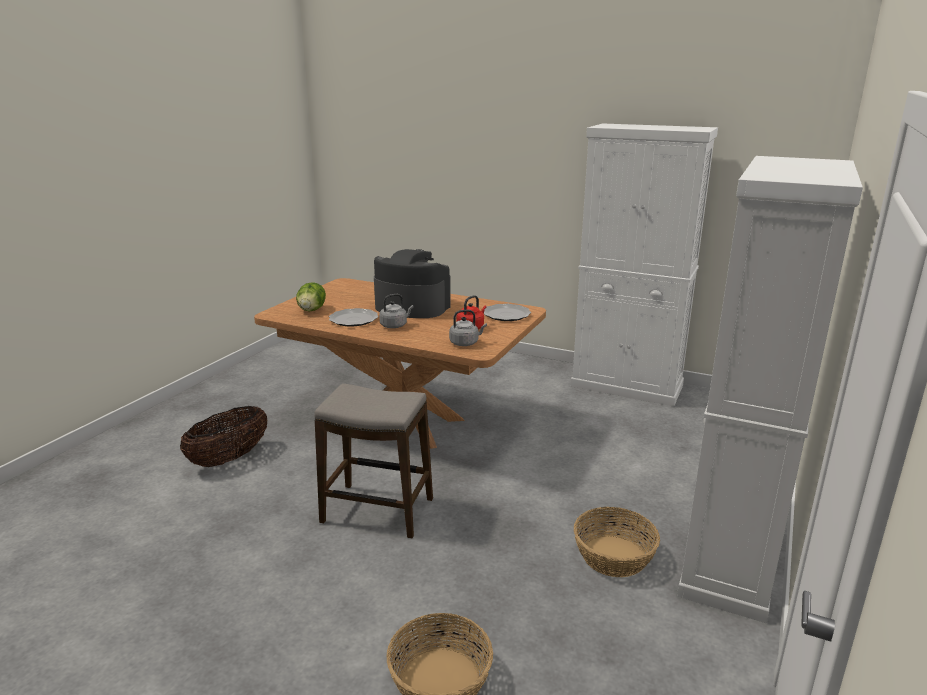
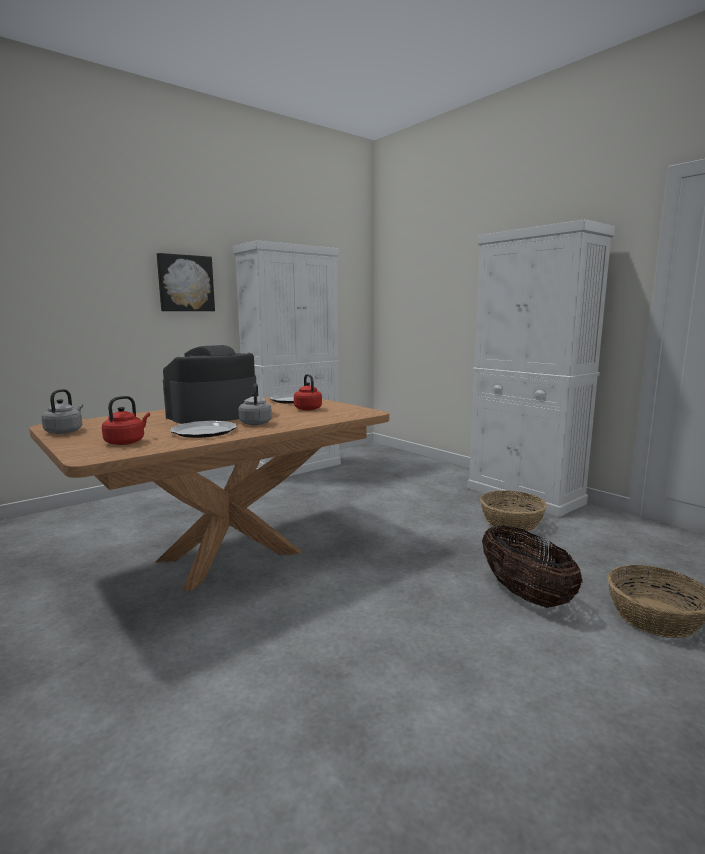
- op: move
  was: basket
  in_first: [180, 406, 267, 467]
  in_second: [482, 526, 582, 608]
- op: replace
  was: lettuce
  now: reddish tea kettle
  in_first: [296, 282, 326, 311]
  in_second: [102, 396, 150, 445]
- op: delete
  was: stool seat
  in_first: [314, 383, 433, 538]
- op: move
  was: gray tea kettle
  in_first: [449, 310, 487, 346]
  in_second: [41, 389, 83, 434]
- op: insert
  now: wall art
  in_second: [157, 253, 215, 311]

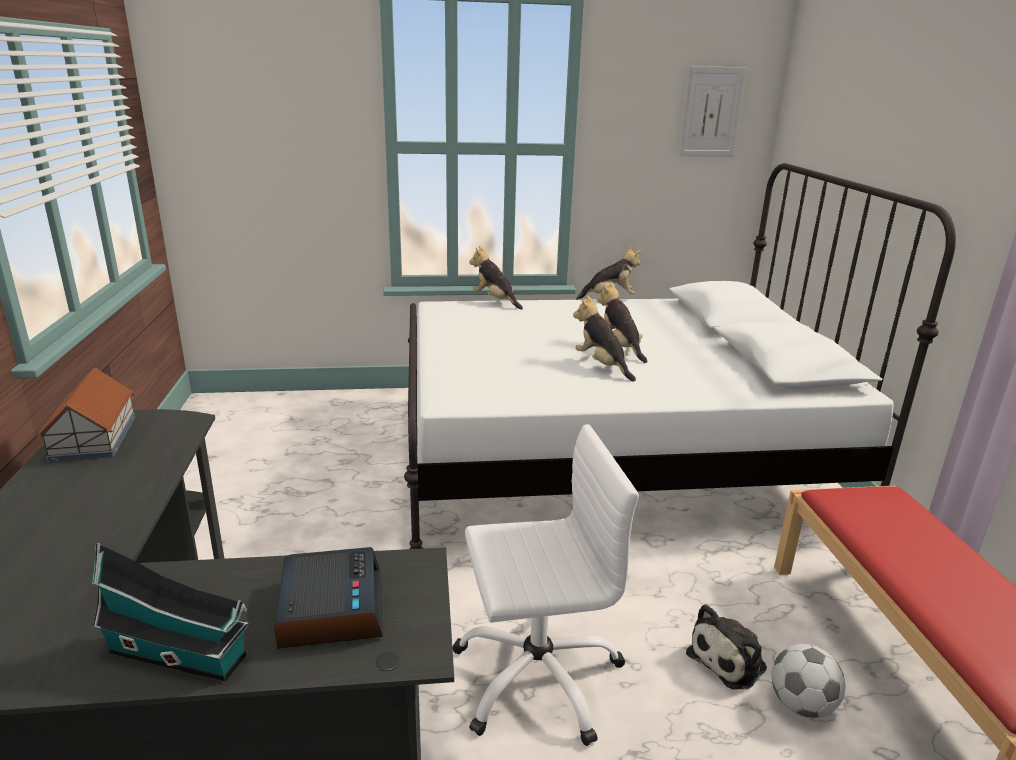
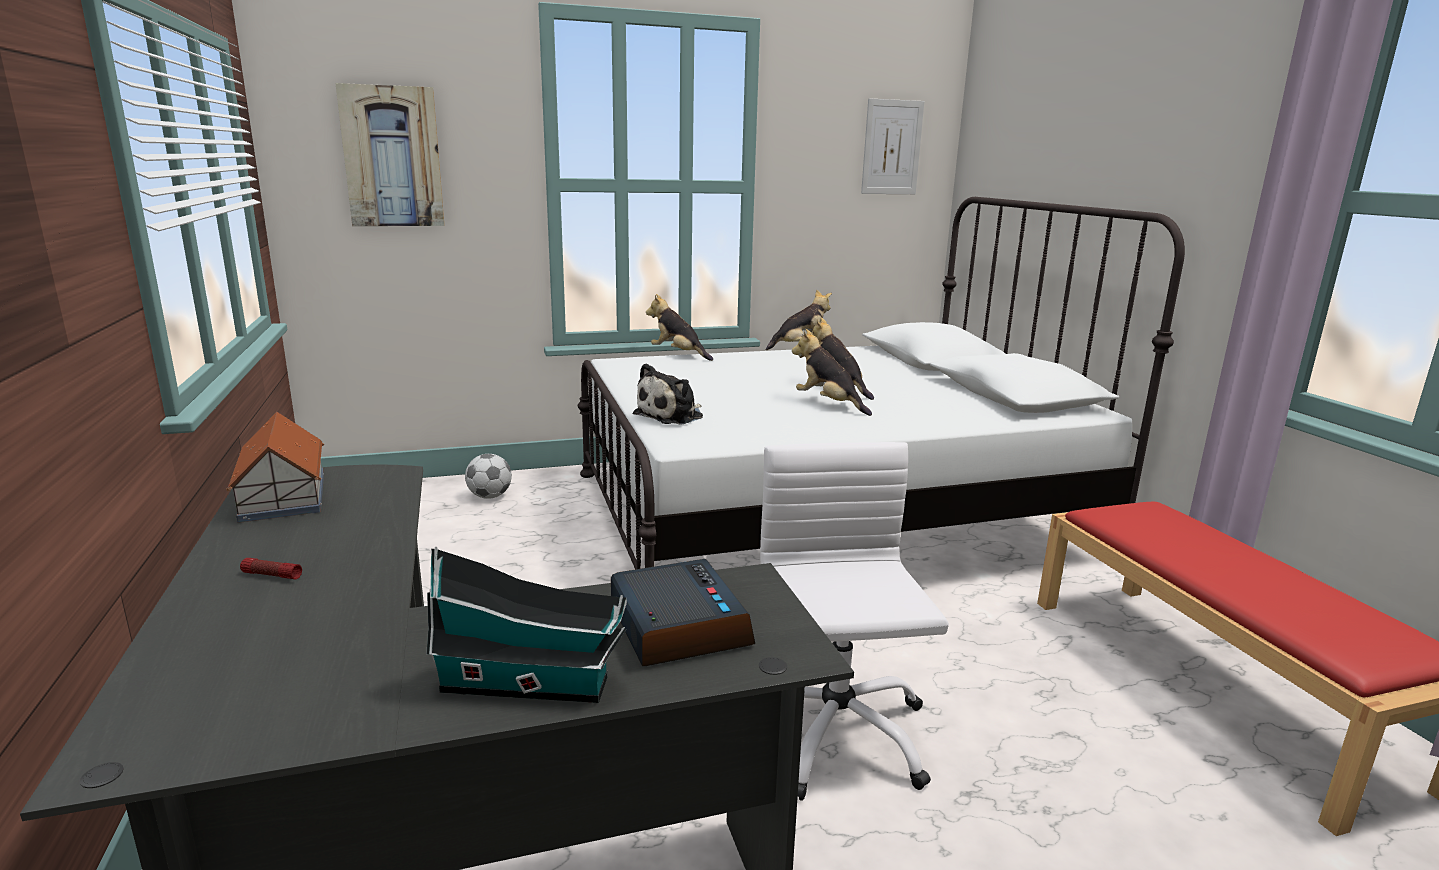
- op: rotate
  was: white-coloured desk chair
  in_first: [452, 424, 639, 746]
  in_second: [760, 442, 949, 801]
  clockwise: -75
- op: move
  was: cuddly toy
  in_first: [686, 604, 767, 690]
  in_second: [633, 363, 703, 425]
- op: move
  was: football
  in_first: [771, 644, 845, 718]
  in_second: [465, 454, 512, 499]
- op: insert
  now: torch
  in_second: [240, 558, 302, 579]
- op: insert
  now: wall art
  in_second: [335, 83, 445, 226]

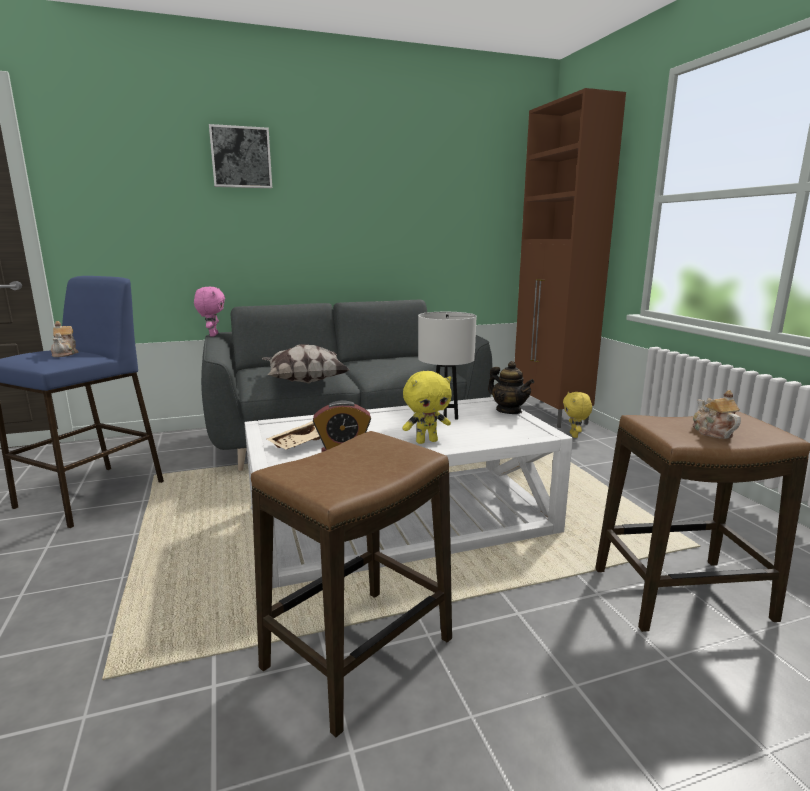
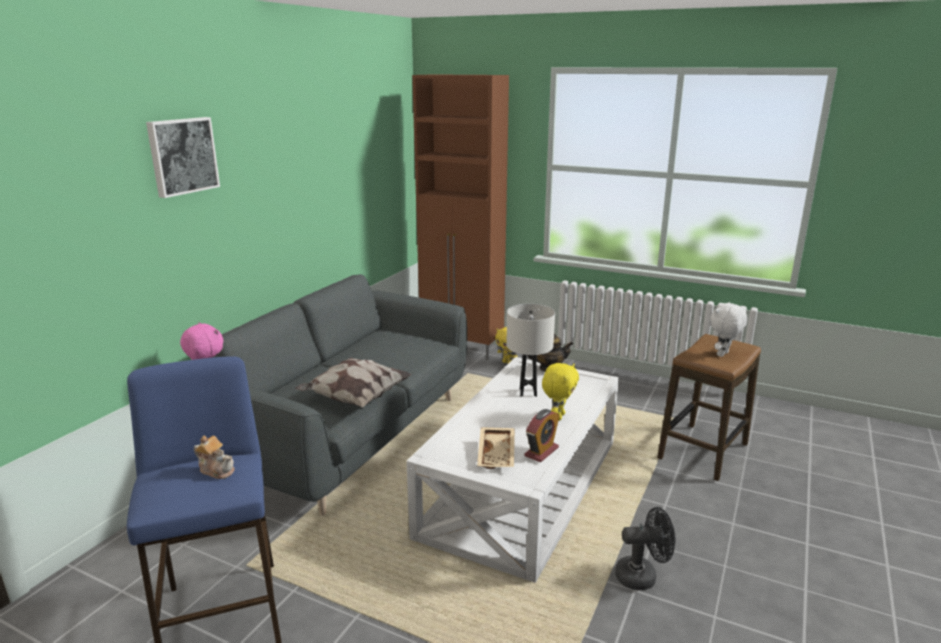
- op: replace
  was: stool seat
  now: blackish cooling fan
  in_first: [251, 431, 452, 737]
  in_second: [615, 507, 675, 590]
- op: replace
  was: tea pot
  now: white-coloured cuddly toy
  in_first: [692, 390, 741, 439]
  in_second: [710, 302, 748, 357]

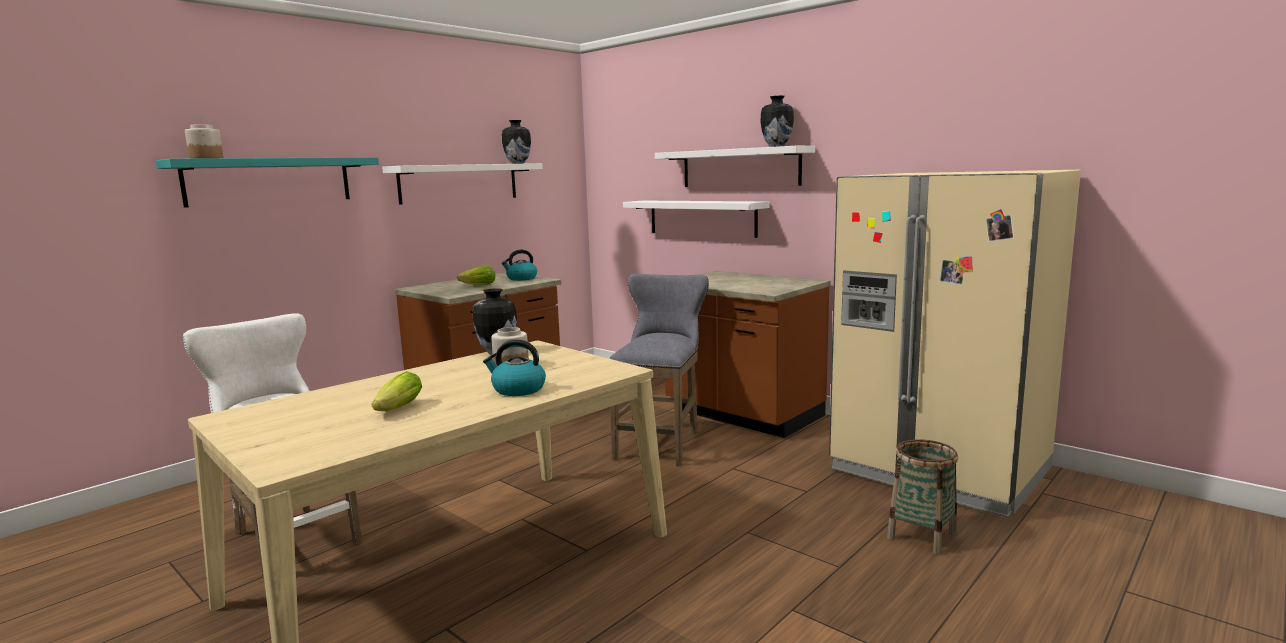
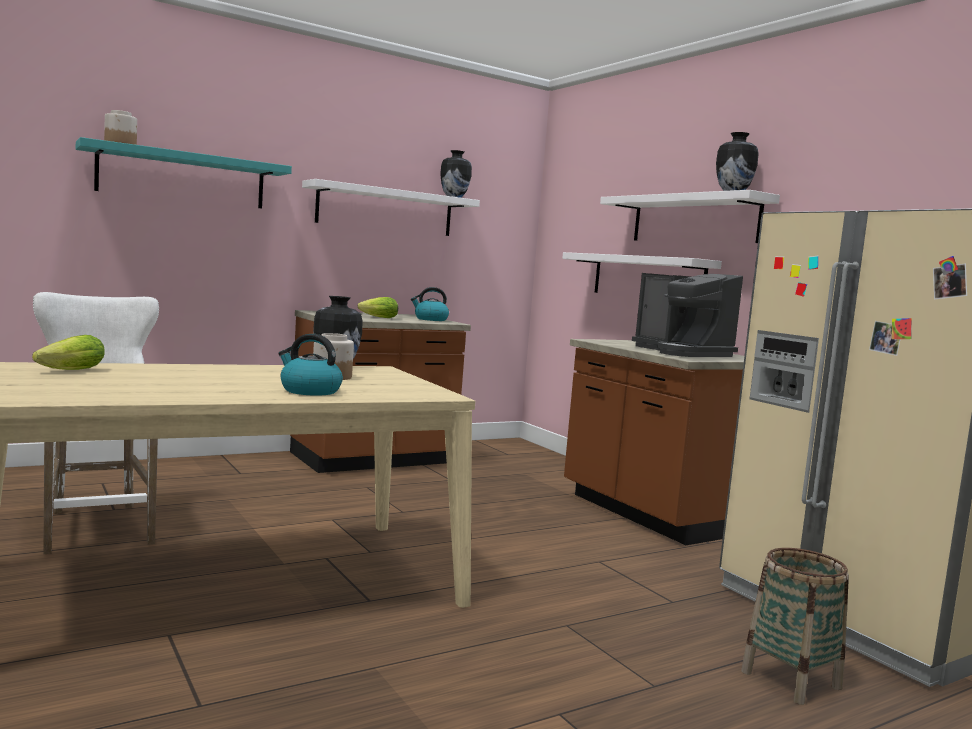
- op: move
  was: lettuce
  in_first: [372, 371, 422, 411]
  in_second: [32, 335, 105, 370]
- op: delete
  was: gray stool seat
  in_first: [609, 274, 709, 467]
- op: insert
  now: coffee machine
  in_second: [632, 273, 743, 357]

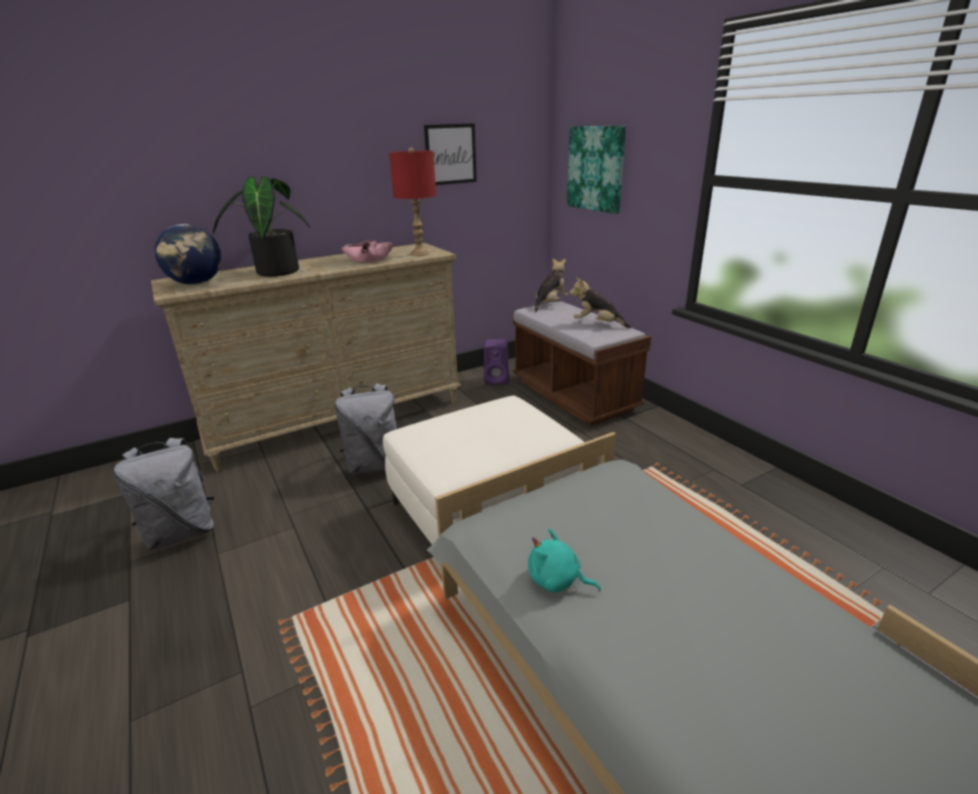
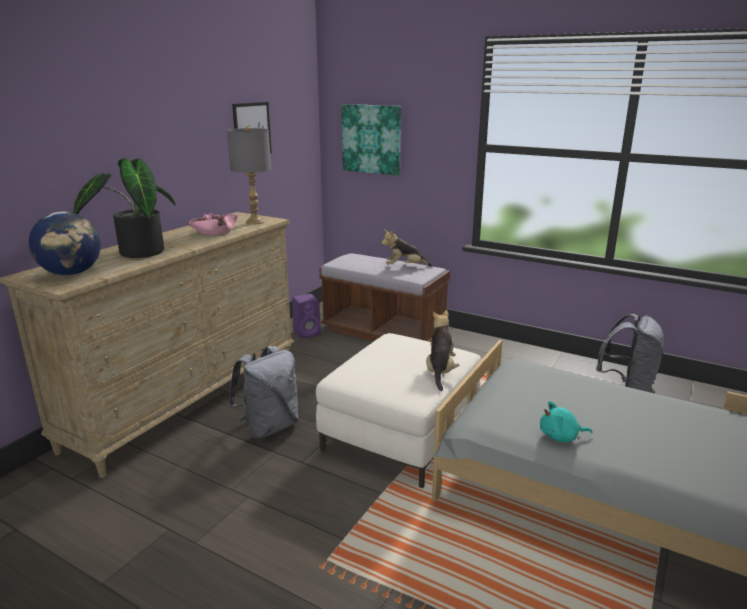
- op: move
  was: gray rucksack
  in_first: [114, 438, 214, 550]
  in_second: [596, 314, 666, 392]
- op: recolor
  was: reddish table lamp
  now: gray table lamp
  in_first: [389, 148, 436, 256]
  in_second: [227, 126, 271, 225]
- op: move
  was: cuddly toy
  in_first: [535, 258, 569, 312]
  in_second: [426, 310, 459, 391]

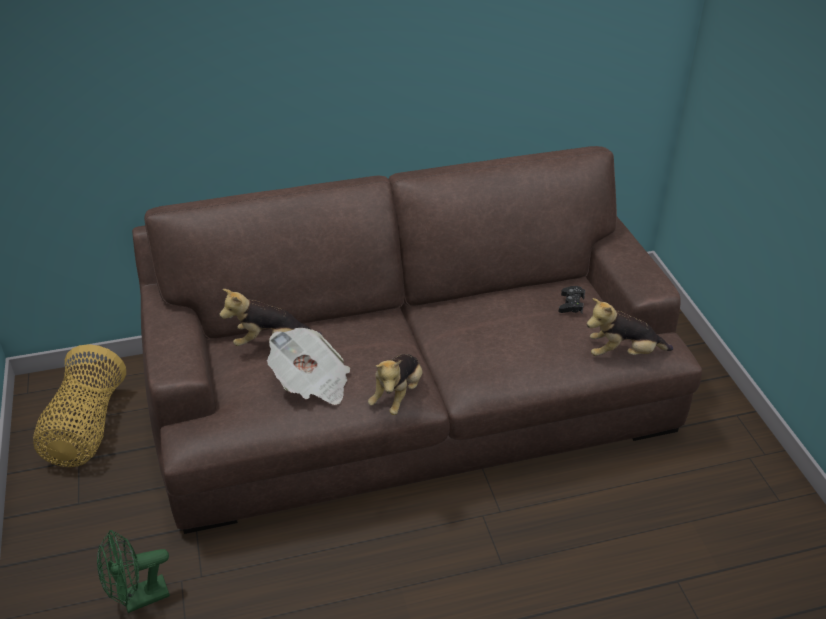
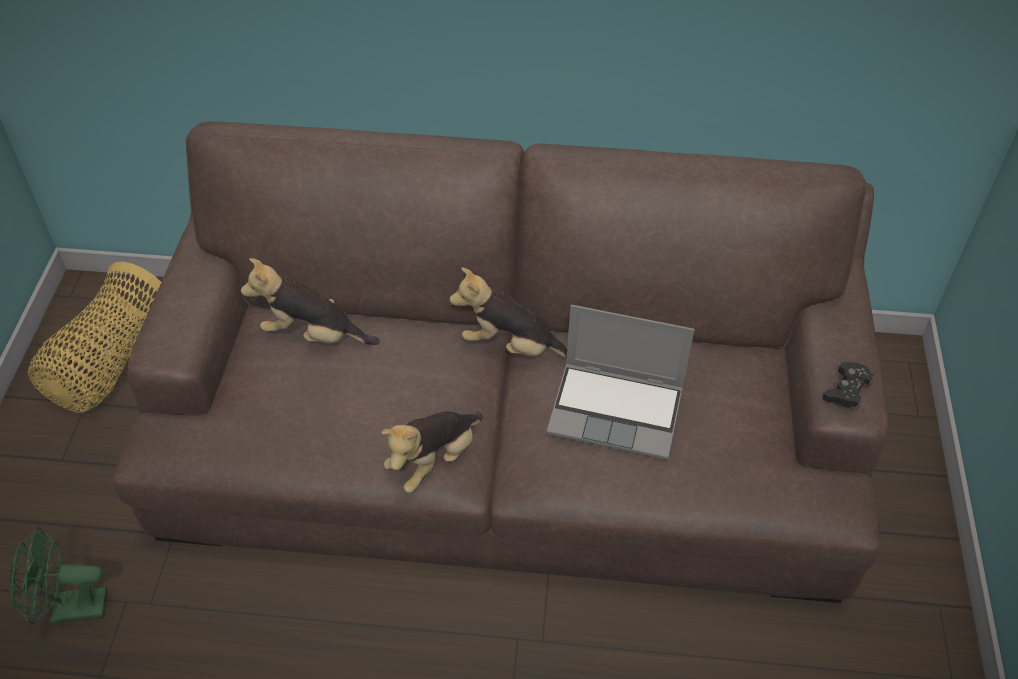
- op: delete
  was: printed paper
  in_first: [267, 328, 350, 405]
- op: move
  was: blackish joypad
  in_first: [558, 286, 585, 313]
  in_second: [822, 362, 874, 412]
- op: move
  was: cuddly toy
  in_first: [586, 298, 673, 356]
  in_second: [450, 268, 567, 358]
- op: insert
  now: portable computer
  in_second: [546, 305, 695, 460]

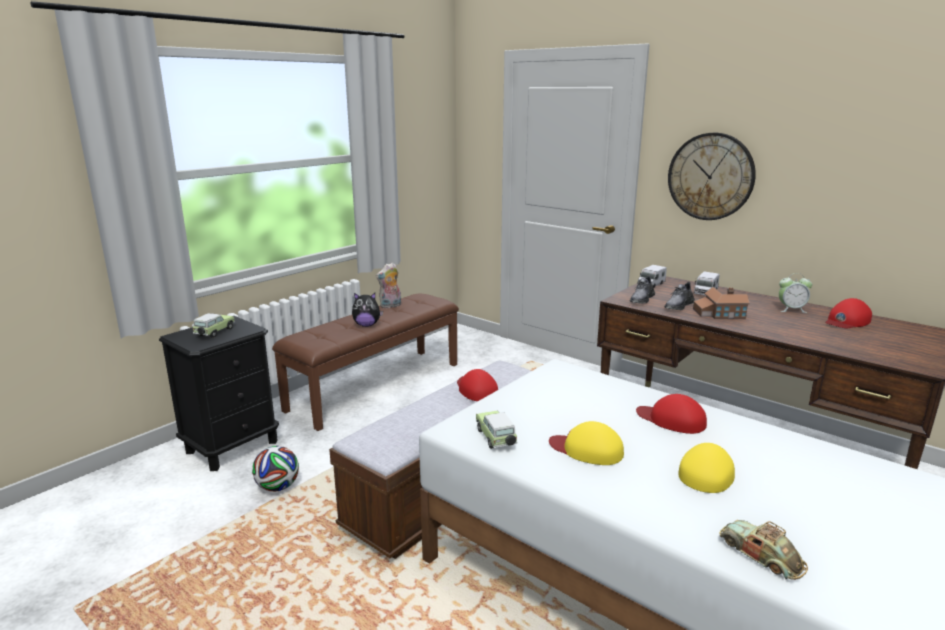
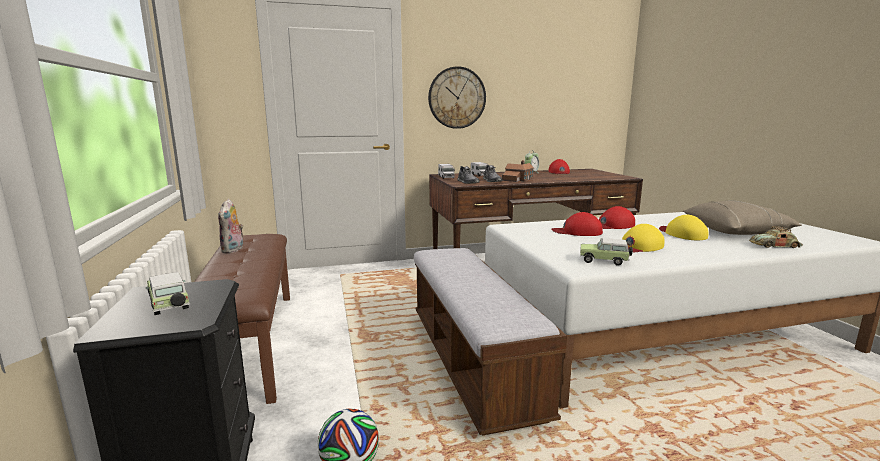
- op: delete
  was: cuddly toy
  in_first: [352, 293, 383, 327]
- op: move
  was: reddish cap
  in_first: [457, 369, 498, 401]
  in_second: [551, 212, 603, 236]
- op: insert
  now: beige-coloured throw pillow
  in_second: [683, 200, 802, 235]

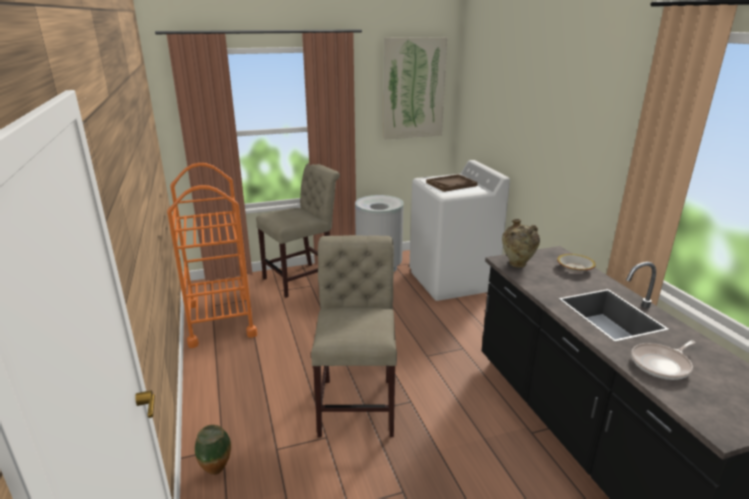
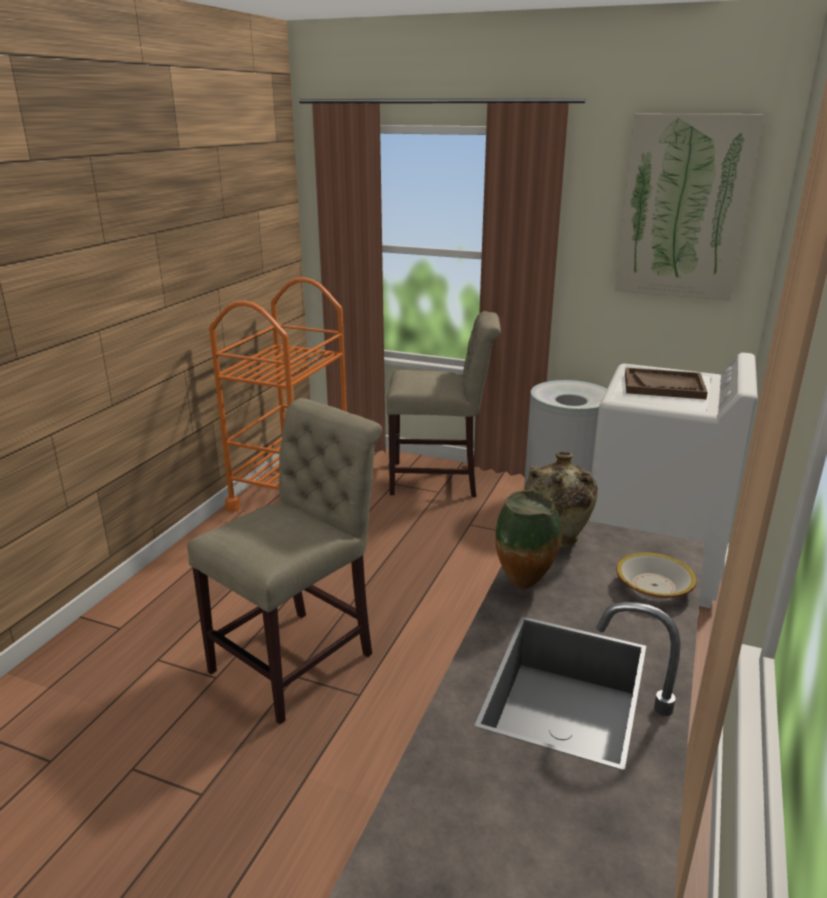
- op: move
  was: decorative vase
  in_first: [195, 425, 231, 475]
  in_second: [495, 490, 562, 589]
- op: delete
  was: pan
  in_first: [631, 340, 695, 380]

